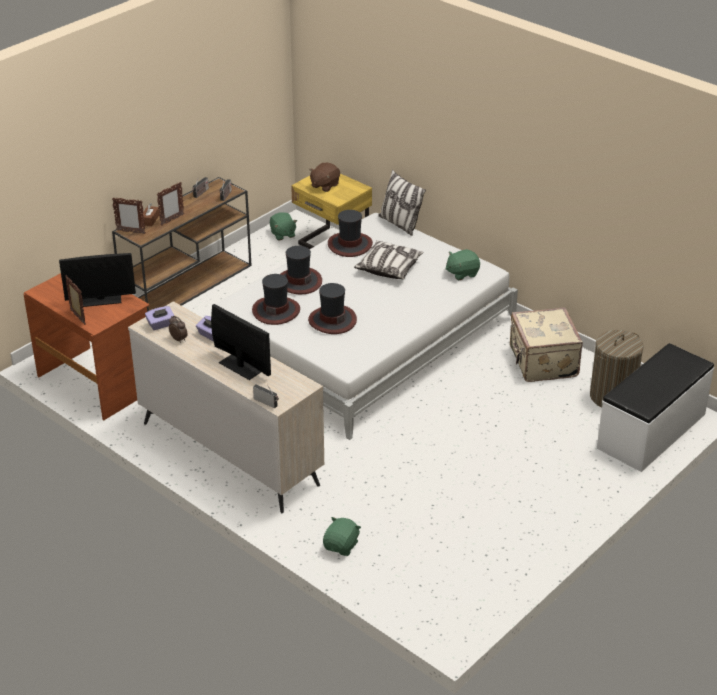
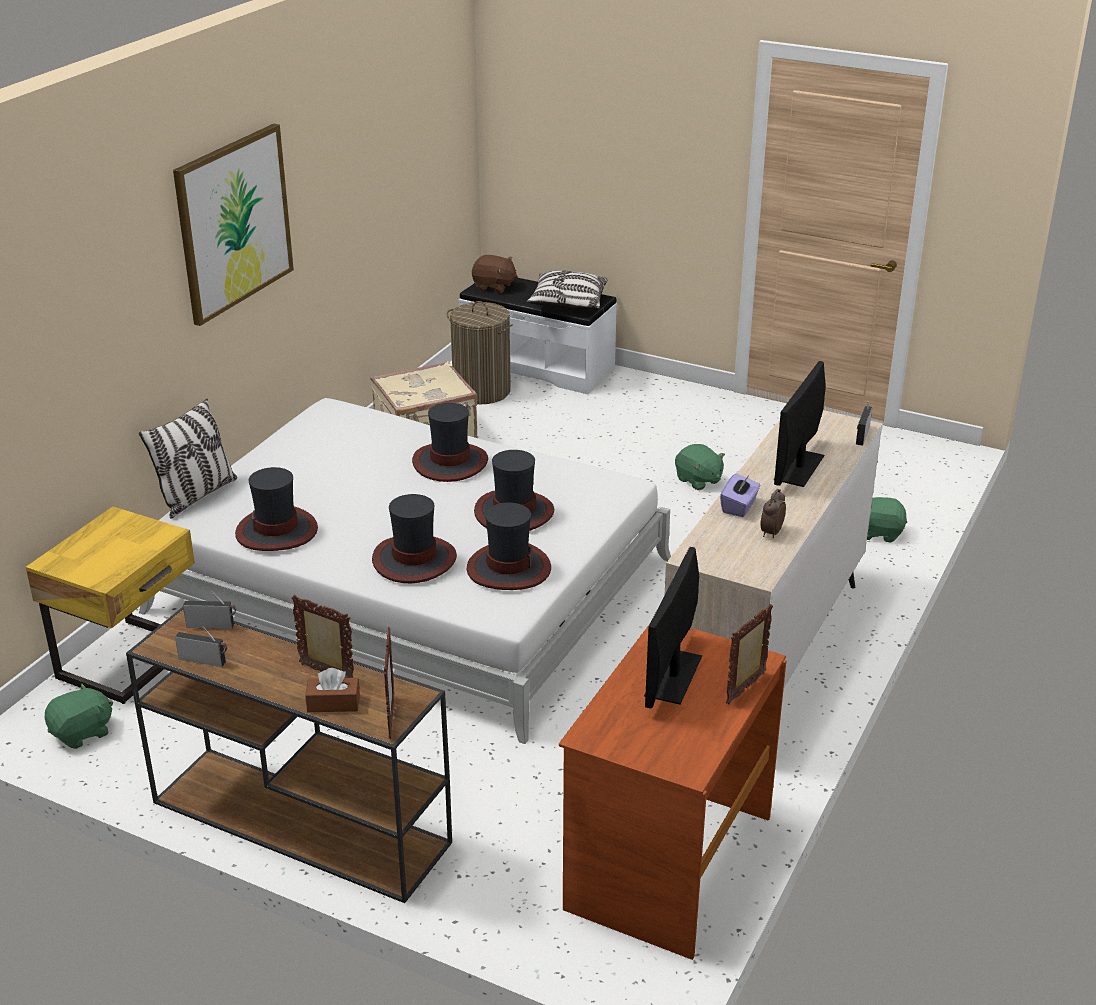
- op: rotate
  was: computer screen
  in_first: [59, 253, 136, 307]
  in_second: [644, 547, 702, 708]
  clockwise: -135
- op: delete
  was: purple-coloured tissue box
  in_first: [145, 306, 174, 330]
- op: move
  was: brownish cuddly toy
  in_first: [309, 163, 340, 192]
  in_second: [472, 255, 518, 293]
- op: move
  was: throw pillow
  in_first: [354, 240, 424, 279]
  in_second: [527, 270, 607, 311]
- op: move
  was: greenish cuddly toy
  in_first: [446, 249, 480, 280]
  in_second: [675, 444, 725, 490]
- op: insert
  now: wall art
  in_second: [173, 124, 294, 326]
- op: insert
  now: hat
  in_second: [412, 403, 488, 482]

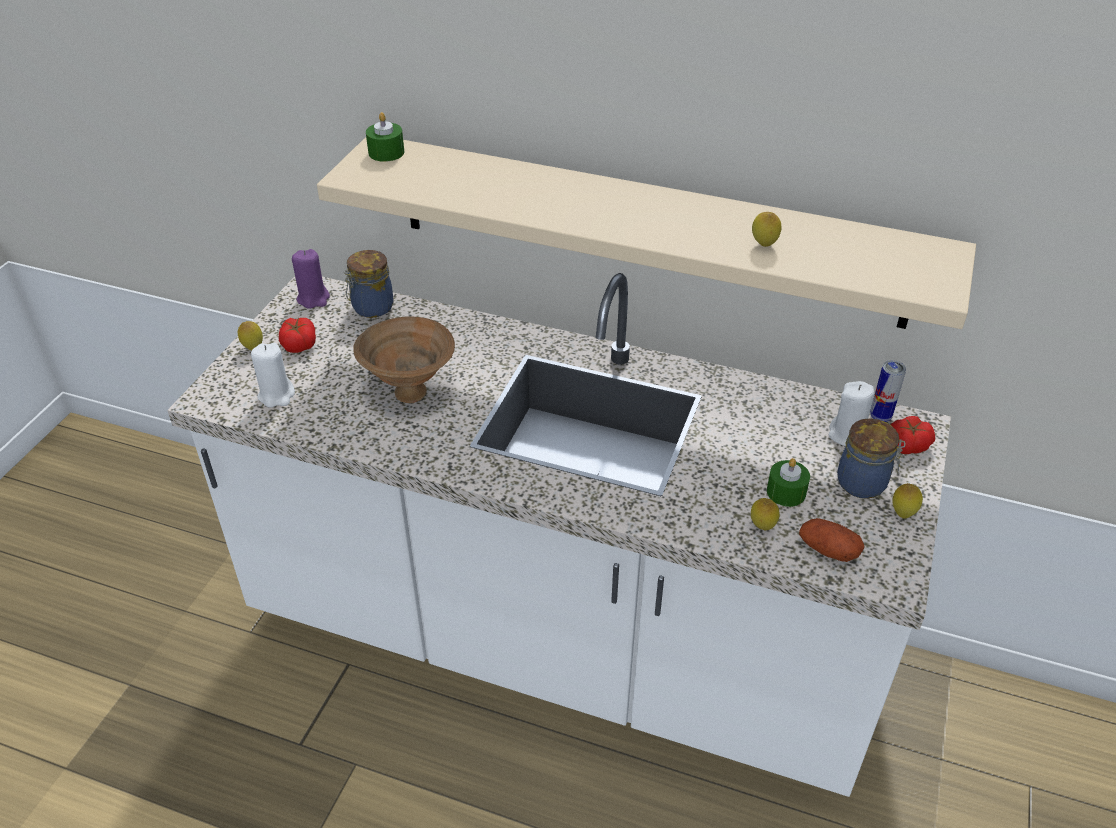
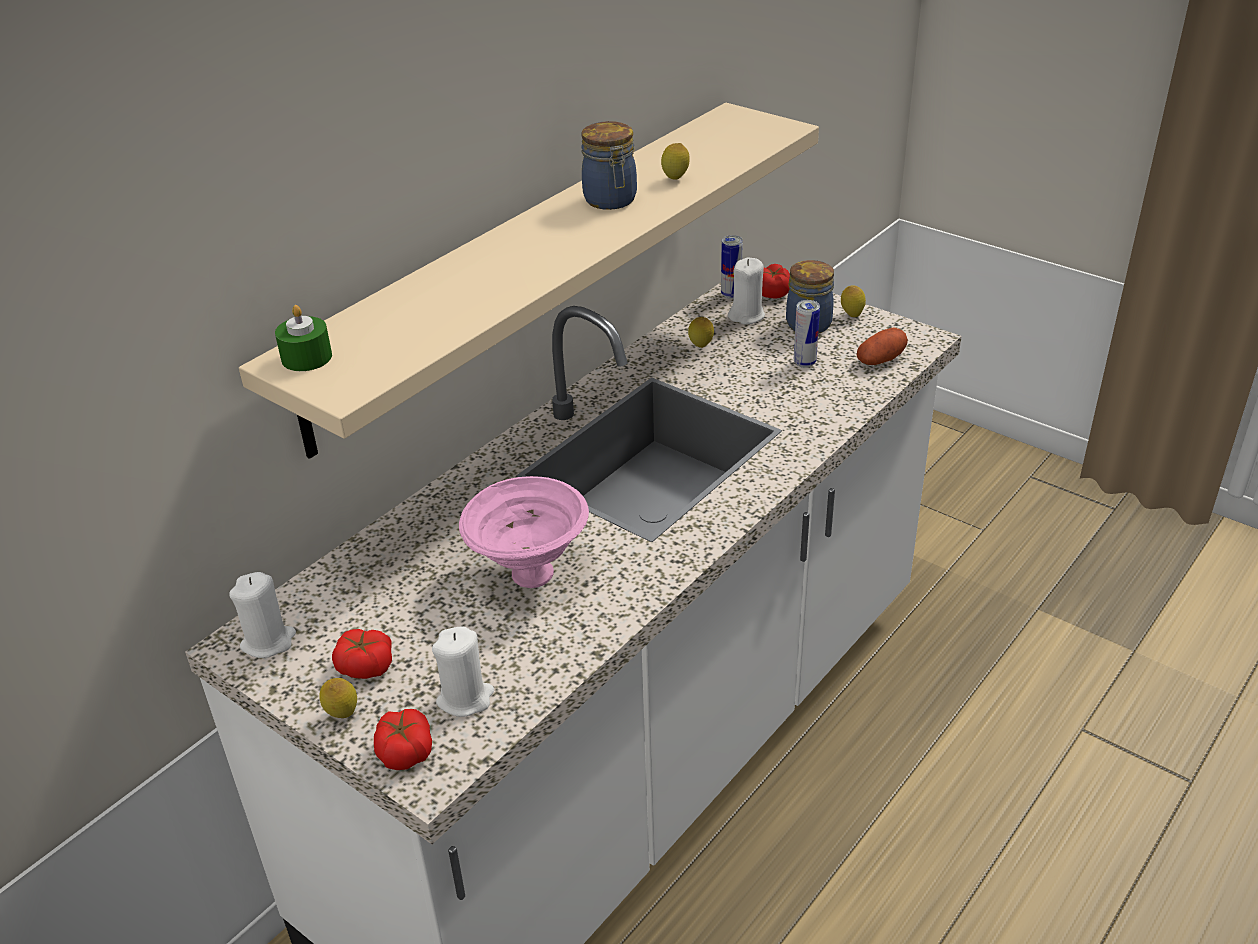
- op: recolor
  was: purple-coloured candle
  now: white-coloured candle
  in_first: [292, 249, 330, 309]
  in_second: [229, 572, 296, 658]
- op: move
  was: preserve jar
  in_first: [344, 250, 394, 318]
  in_second: [581, 121, 637, 210]
- op: recolor
  was: brownish deep dish
  now: pinkish deep dish
  in_first: [353, 316, 455, 403]
  in_second: [459, 476, 589, 588]
- op: move
  was: whole lemon
  in_first: [751, 498, 780, 530]
  in_second: [688, 317, 714, 348]
- op: replace
  was: greenish candle
  now: can
  in_first: [767, 458, 810, 507]
  in_second: [794, 300, 820, 368]
- op: insert
  now: fresh tomato
  in_second: [374, 709, 432, 770]

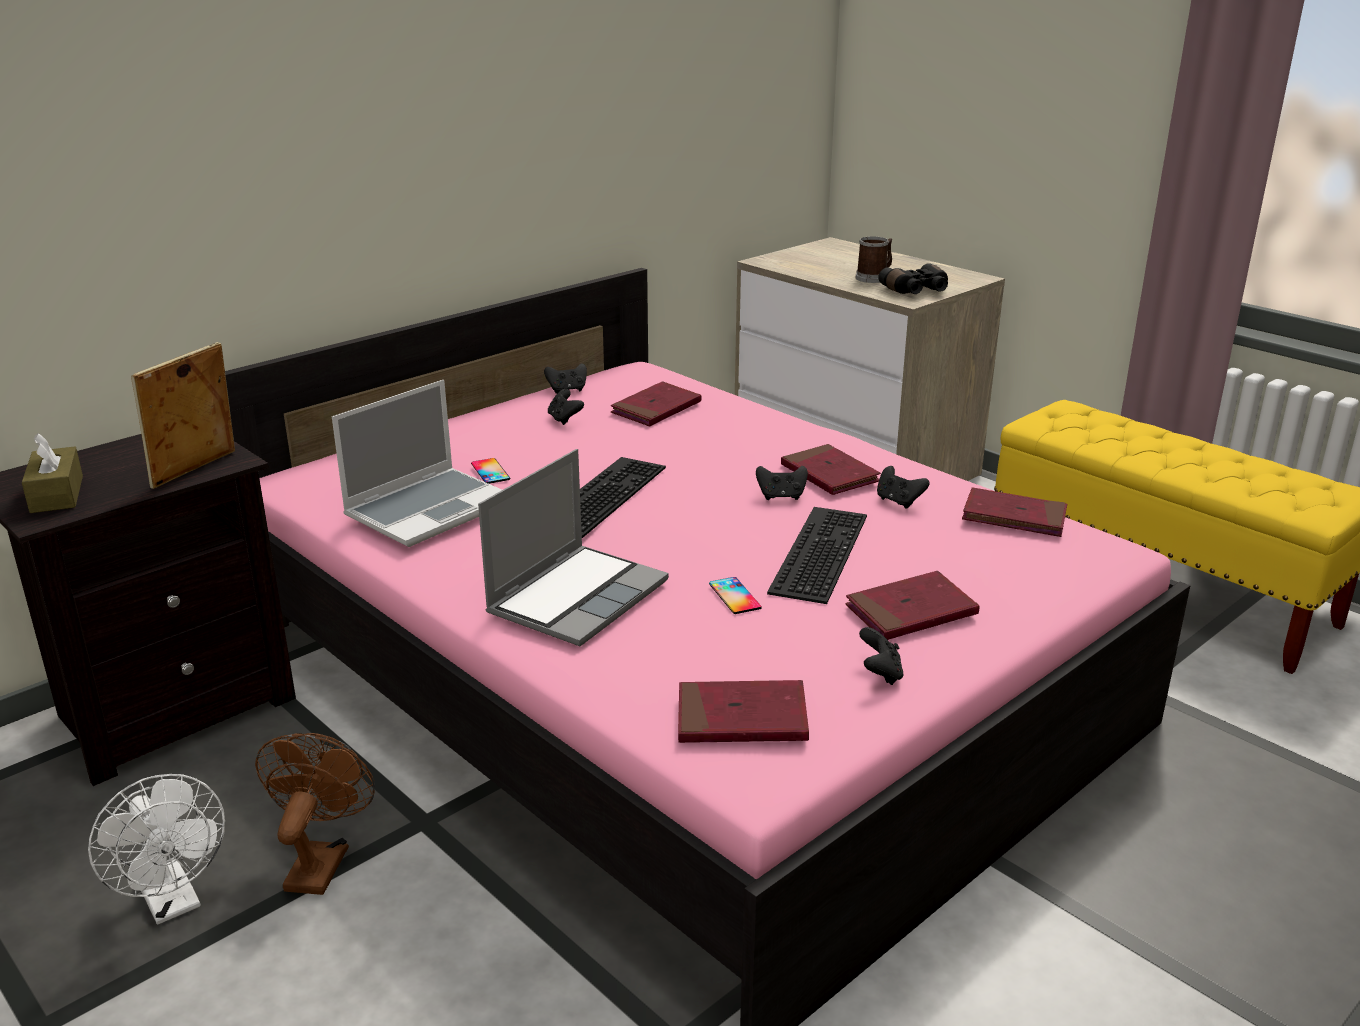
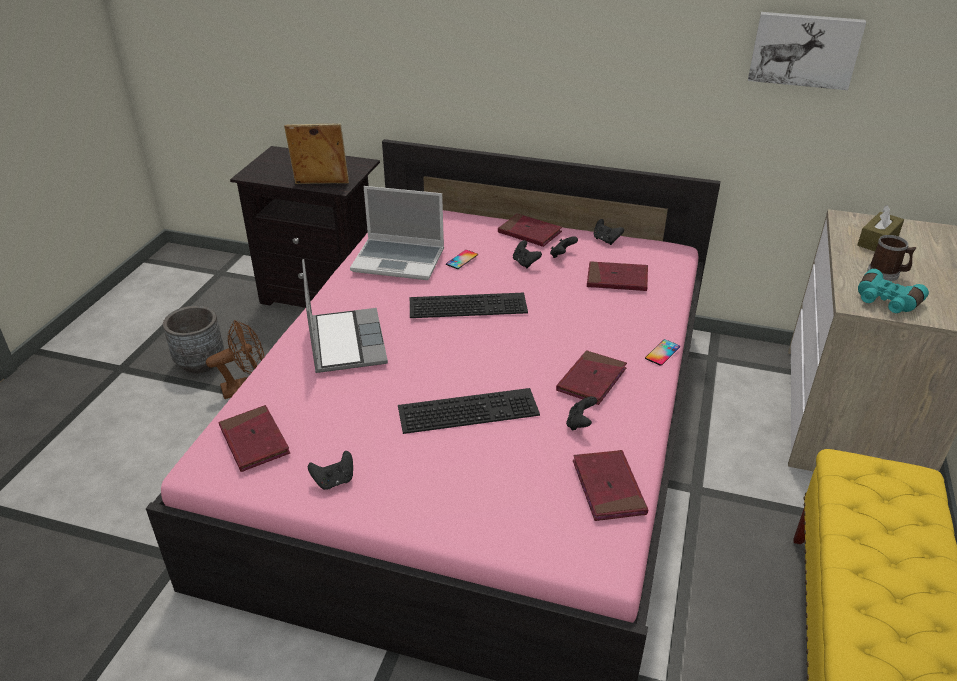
- op: move
  was: brownish tissue box
  in_first: [22, 433, 83, 513]
  in_second: [857, 205, 904, 251]
- op: replace
  was: white-coloured cooling fan
  now: gray plant pot
  in_first: [88, 774, 225, 925]
  in_second: [163, 306, 224, 373]
- op: rotate
  was: portable computer
  in_first: [478, 449, 669, 646]
  in_second: [302, 259, 388, 373]
  clockwise: -105
- op: move
  was: telephone
  in_first: [709, 577, 762, 614]
  in_second: [645, 339, 680, 366]
- op: move
  was: blackish joypad
  in_first: [756, 466, 808, 500]
  in_second: [513, 240, 542, 268]
- op: move
  was: reddish book
  in_first: [845, 571, 980, 640]
  in_second: [498, 214, 562, 247]
- op: recolor
  was: blackish pair of binoculars
  now: turquoise-coloured pair of binoculars
  in_first: [878, 263, 948, 294]
  in_second: [858, 269, 929, 313]
- op: insert
  now: wall art
  in_second: [748, 12, 866, 90]

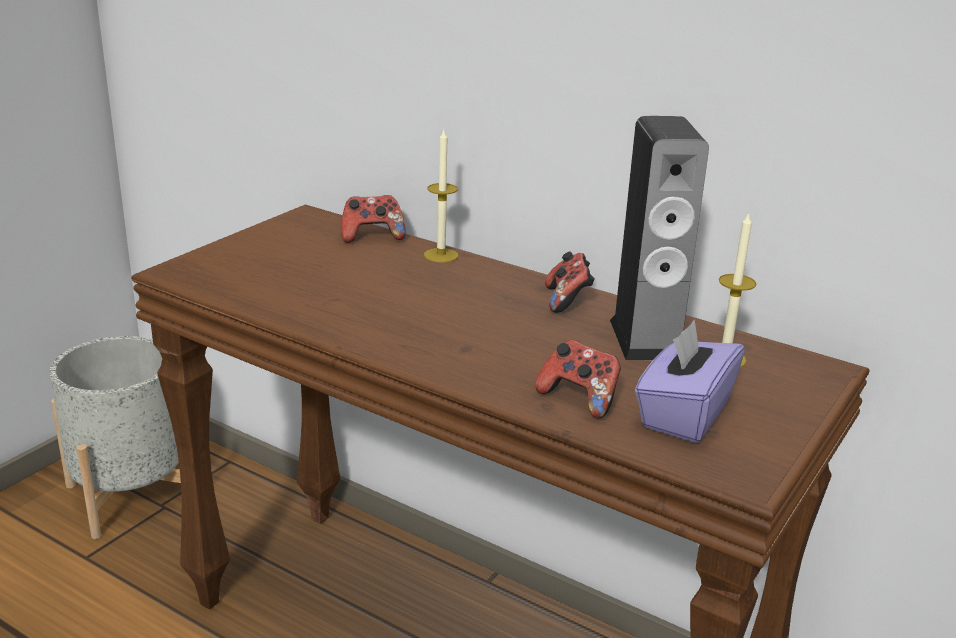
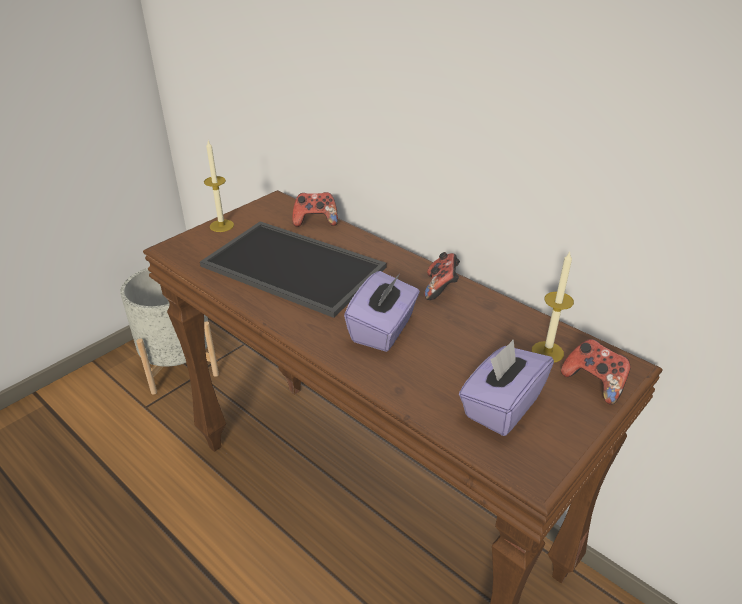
- op: move
  was: candle
  in_first: [424, 130, 458, 262]
  in_second: [204, 141, 234, 232]
- op: move
  was: joypad
  in_first: [535, 340, 621, 418]
  in_second: [561, 339, 631, 405]
- op: delete
  was: loudspeaker
  in_first: [610, 116, 709, 360]
- op: insert
  now: carrying tray
  in_second: [200, 221, 387, 318]
- op: insert
  now: purple-coloured tissue box
  in_second: [344, 271, 420, 352]

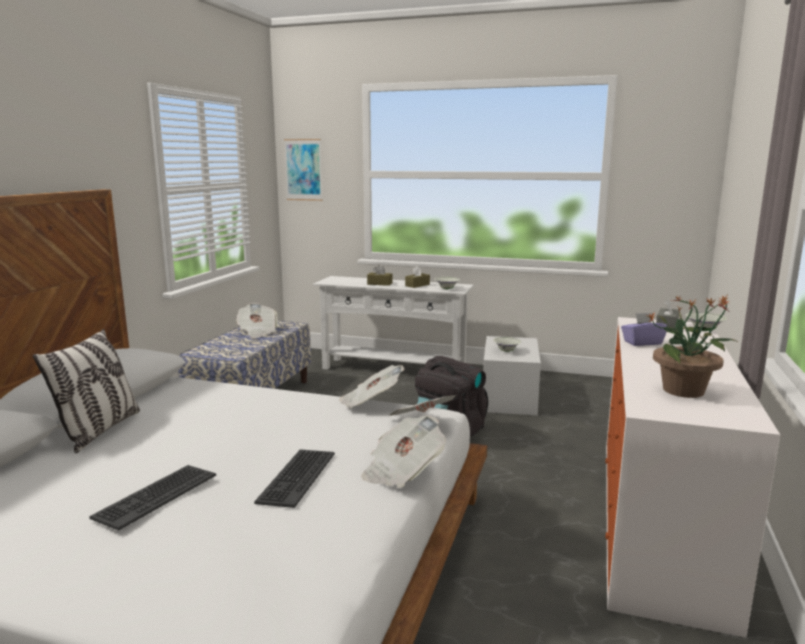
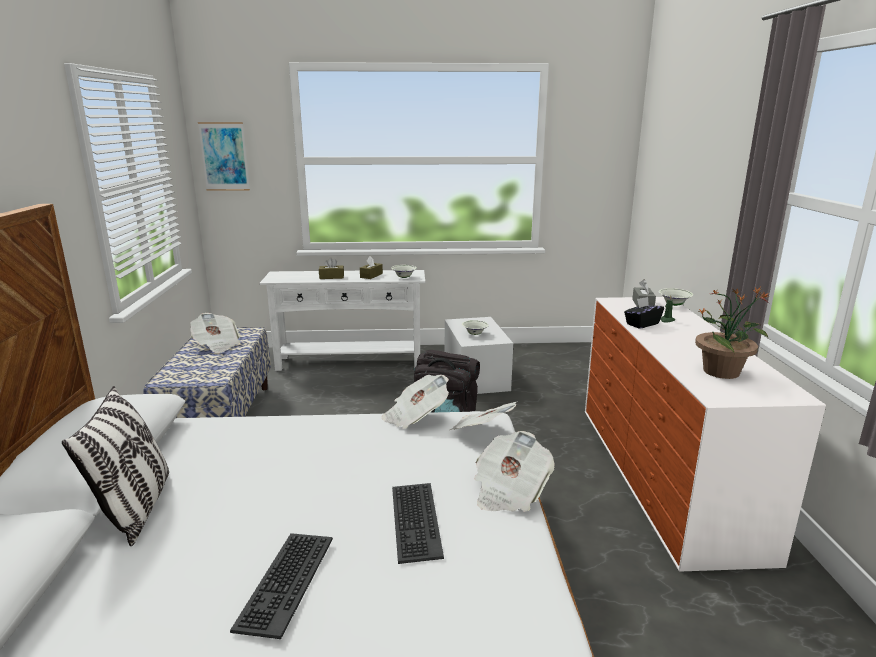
- op: recolor
  was: purple-coloured tissue box
  now: blackish tissue box
  in_first: [621, 313, 667, 346]
  in_second: [624, 297, 664, 329]

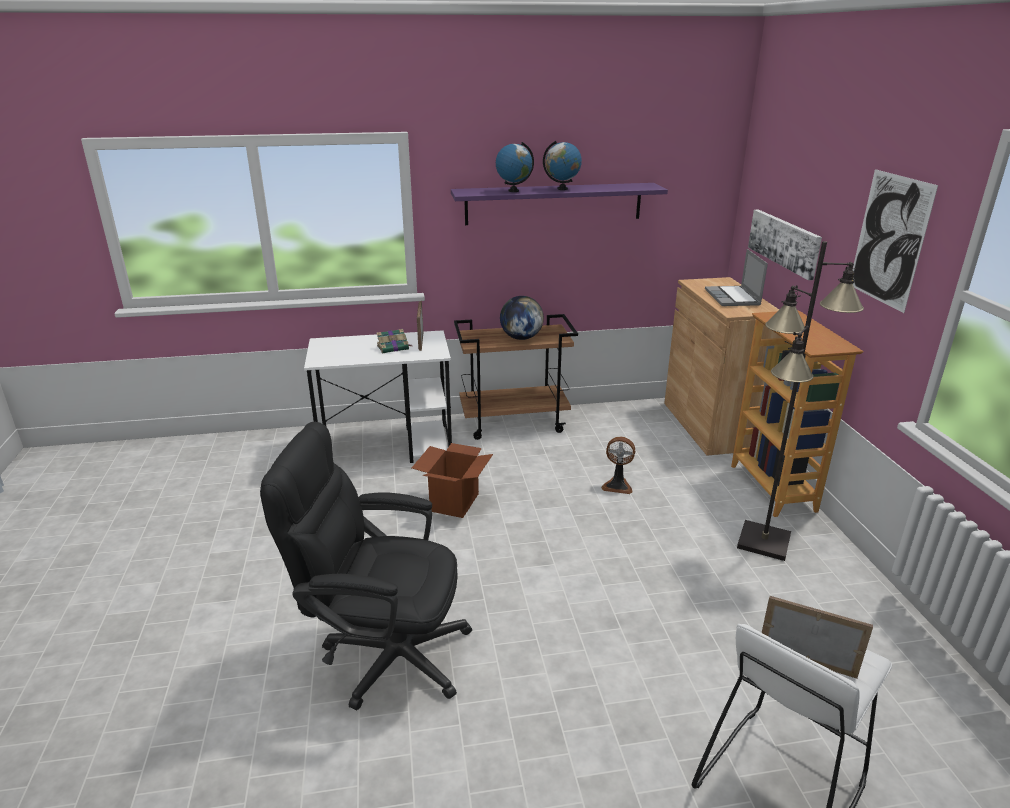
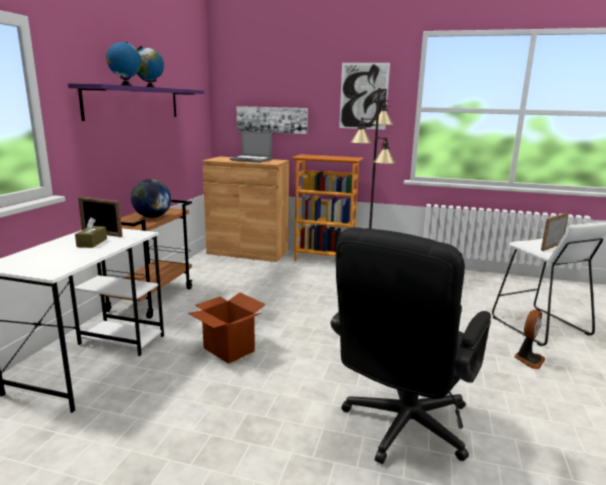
- op: replace
  was: book
  now: brownish tissue box
  in_first: [376, 329, 411, 353]
  in_second: [75, 217, 107, 248]
- op: move
  was: cooling fan
  in_first: [601, 437, 635, 494]
  in_second: [514, 310, 546, 369]

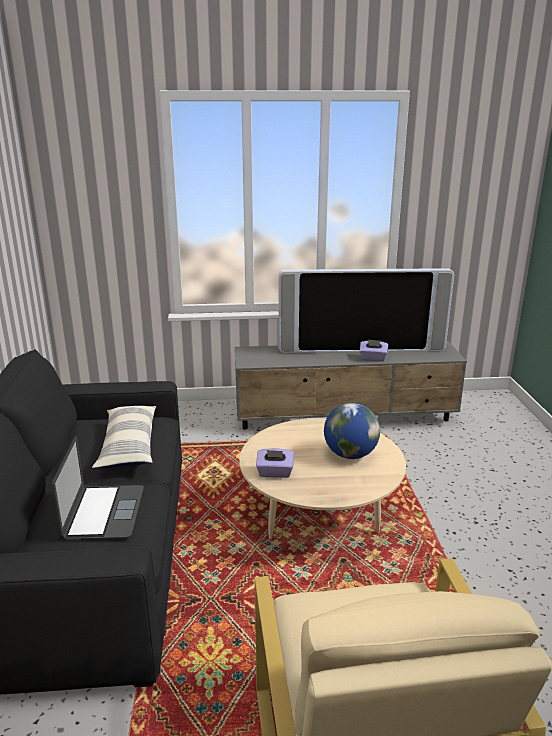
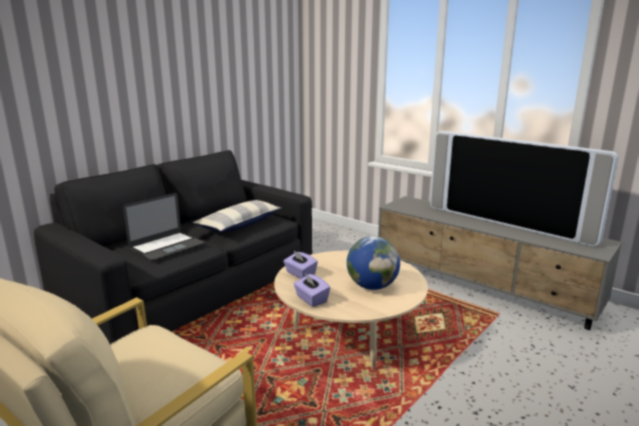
- op: move
  was: purple-coloured tissue box
  in_first: [360, 339, 388, 362]
  in_second: [294, 274, 330, 307]

